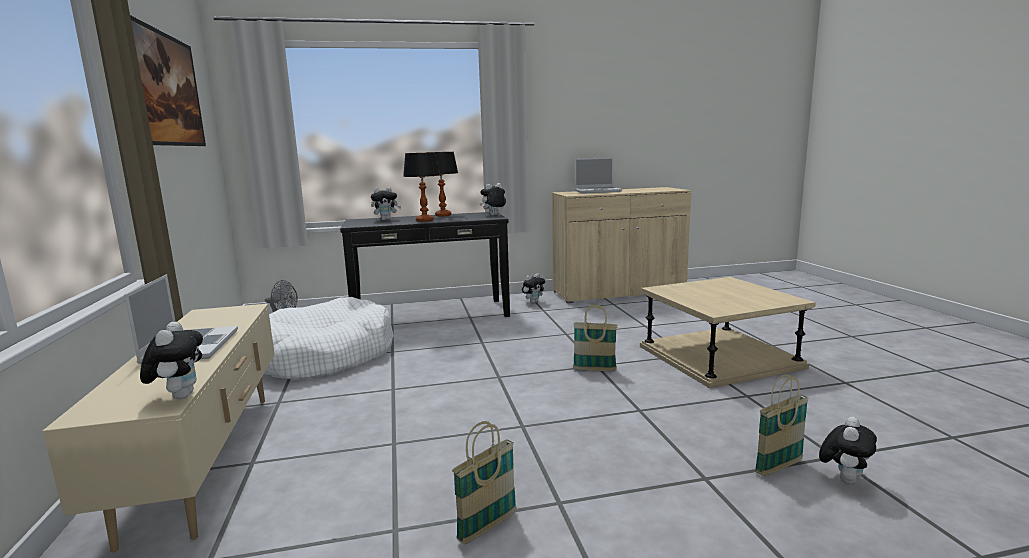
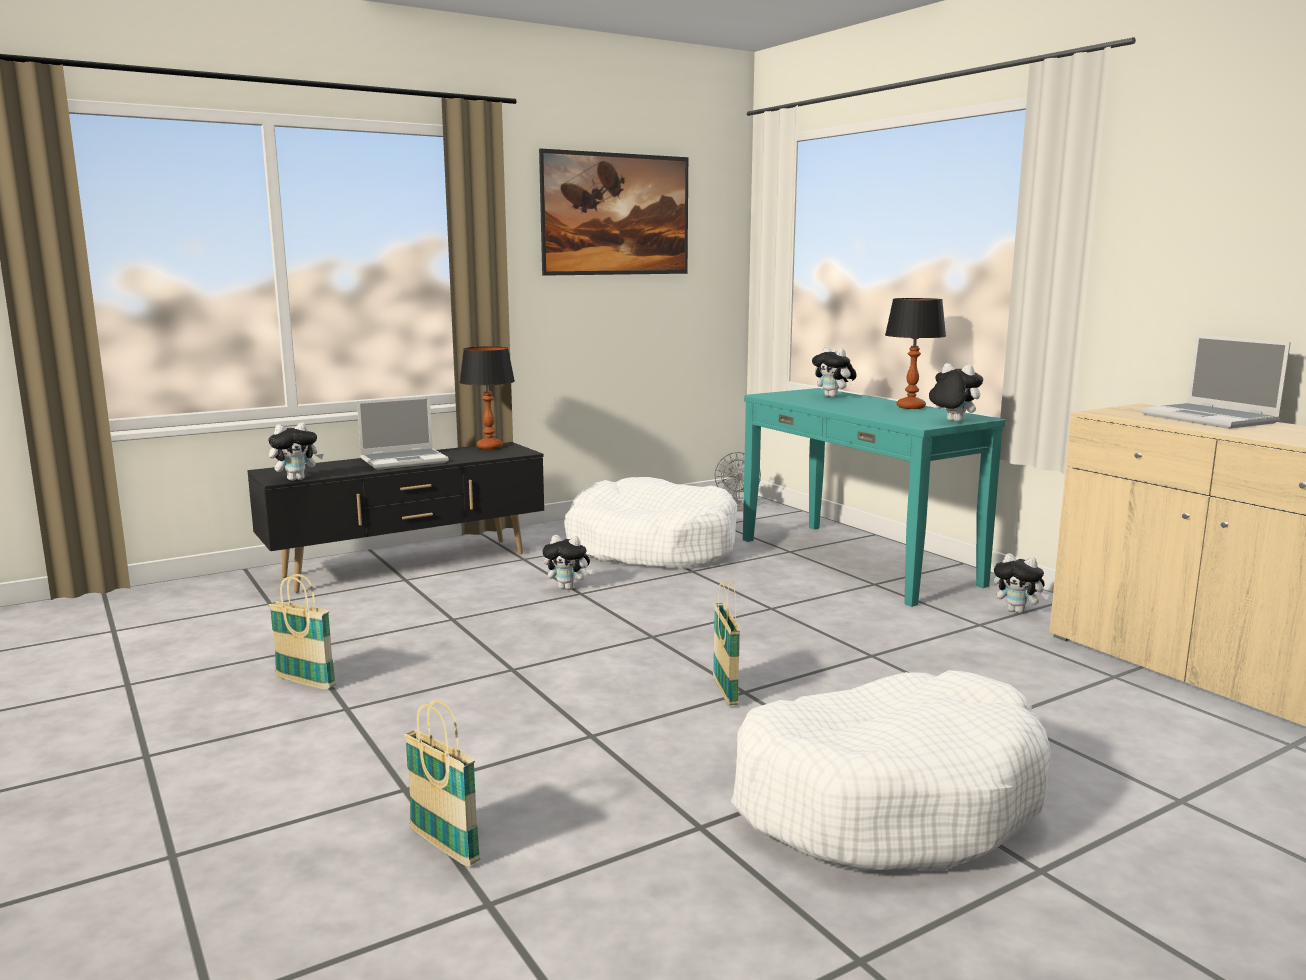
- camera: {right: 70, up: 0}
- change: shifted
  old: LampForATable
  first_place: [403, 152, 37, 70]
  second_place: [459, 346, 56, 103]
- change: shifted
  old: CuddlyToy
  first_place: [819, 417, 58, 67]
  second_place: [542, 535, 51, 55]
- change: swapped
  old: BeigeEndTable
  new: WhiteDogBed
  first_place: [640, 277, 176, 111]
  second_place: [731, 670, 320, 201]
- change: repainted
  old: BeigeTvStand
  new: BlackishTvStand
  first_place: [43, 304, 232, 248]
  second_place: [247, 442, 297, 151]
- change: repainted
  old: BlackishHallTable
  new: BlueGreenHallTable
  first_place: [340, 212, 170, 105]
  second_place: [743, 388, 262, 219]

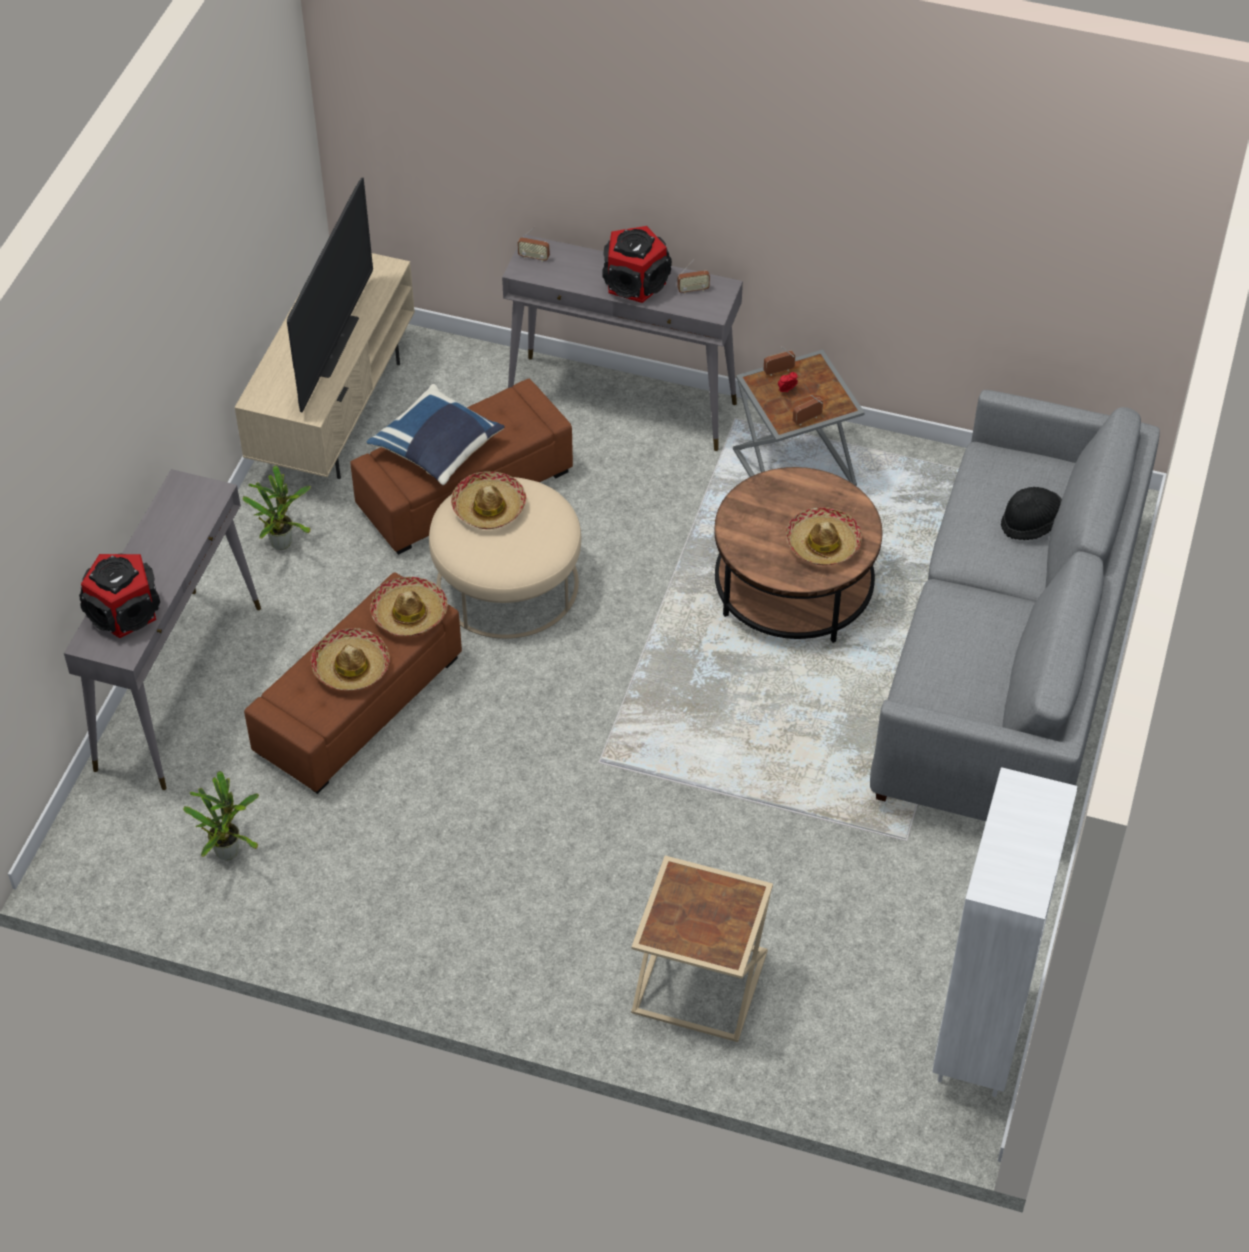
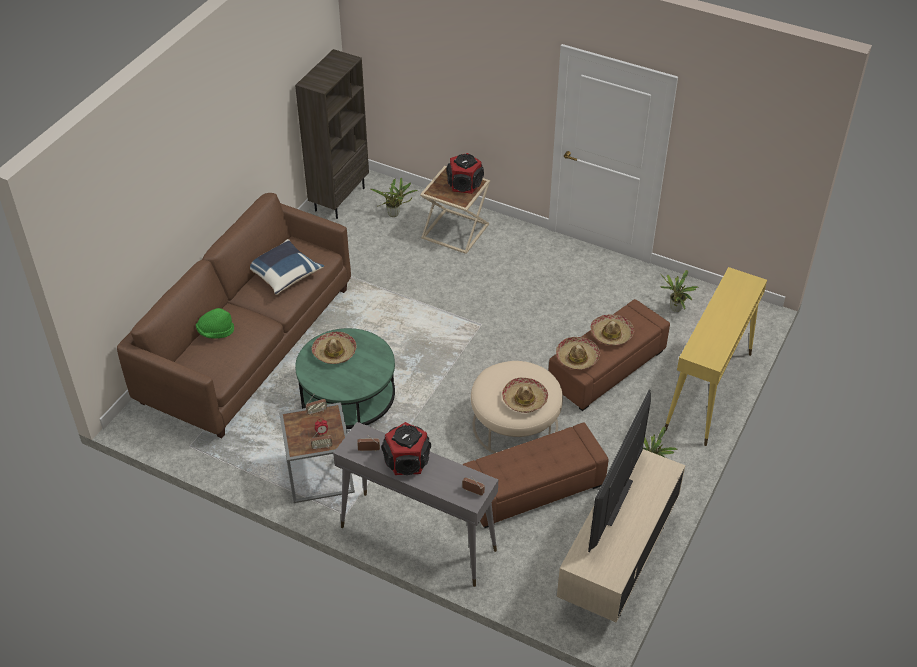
- camera: {right: -170, up: -5}
- change: new
  new: PottedPlant
  second_place: [370, 178, 47, 39]
- change: shifted
  old: Loudspeaker
  first_place: [79, 554, 81, 84]
  second_place: [446, 153, 38, 41]
- change: shifted
  old: BlueCushion
  first_place: [367, 384, 137, 101]
  second_place: [250, 239, 74, 56]
- change: repainted
  old: GreyishHallTable
  new: YellowishHallTable
  first_place: [64, 469, 197, 321]
  second_place: [665, 267, 102, 179]
- change: repainted
  old: BrownColouredCoffeeTable
  new: GreenCoffeeTable
  first_place: [714, 467, 169, 176]
  second_place: [295, 328, 100, 101]
- change: repainted
  old: GreyishSettee
  new: BrownColouredSettee
  first_place: [870, 390, 290, 431]
  second_place: [117, 193, 234, 245]
- change: repainted
  old: WhiteBookcase
  new: BrownColouredBookcase
  first_place: [932, 767, 146, 330]
  second_place: [295, 49, 74, 170]
- change: repainted
  old: BlackishClothingHat
  new: GreenClothingHat
  first_place: [1001, 487, 61, 53]
  second_place: [196, 308, 38, 31]

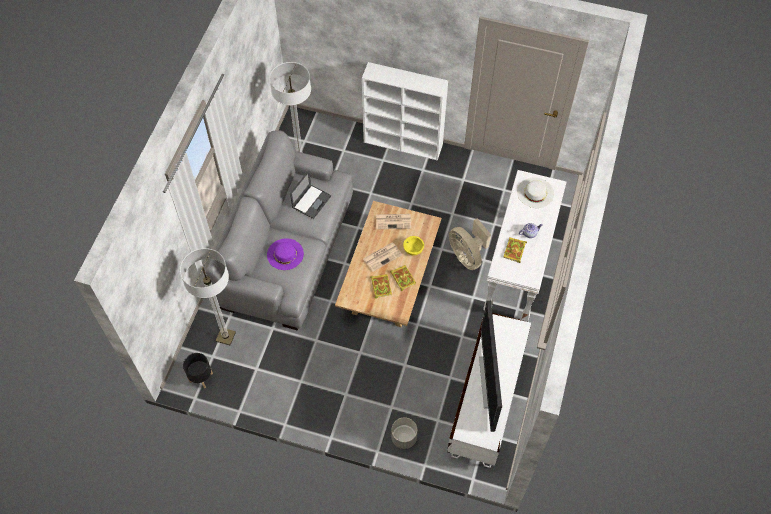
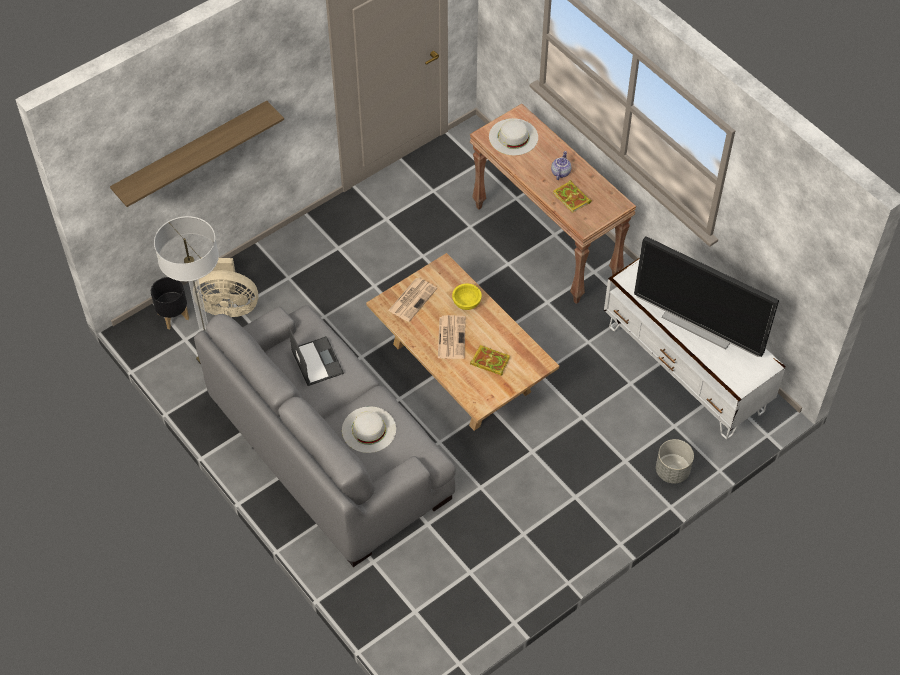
- camera: {right: -55, up: -5}
- change: gone
  old: StandingLamp
  first_place: [180, 248, 56, 97]
- change: gone
  old: WhiteBookcase
  first_place: [362, 62, 86, 99]
- change: gone
  old: Book
  first_place: [390, 265, 26, 26]
- change: new
  new: WallShelf
  second_place: [110, 101, 174, 106]
- change: shifted
  old: BlackishPlantPot
  first_place: [183, 353, 30, 35]
  second_place: [151, 277, 38, 52]
- change: shifted
  old: BeigeFan
  first_place: [449, 218, 42, 52]
  second_place: [198, 257, 60, 60]
- change: repainted
  old: PurpleClothingHat
  new: WhiteClothingHat
  first_place: [267, 238, 37, 32]
  second_place: [342, 406, 54, 47]
- change: repainted
  old: WhiteHallTable
  new: BrownColouredHallTable
  first_place: [483, 170, 83, 152]
  second_place: [470, 104, 166, 200]

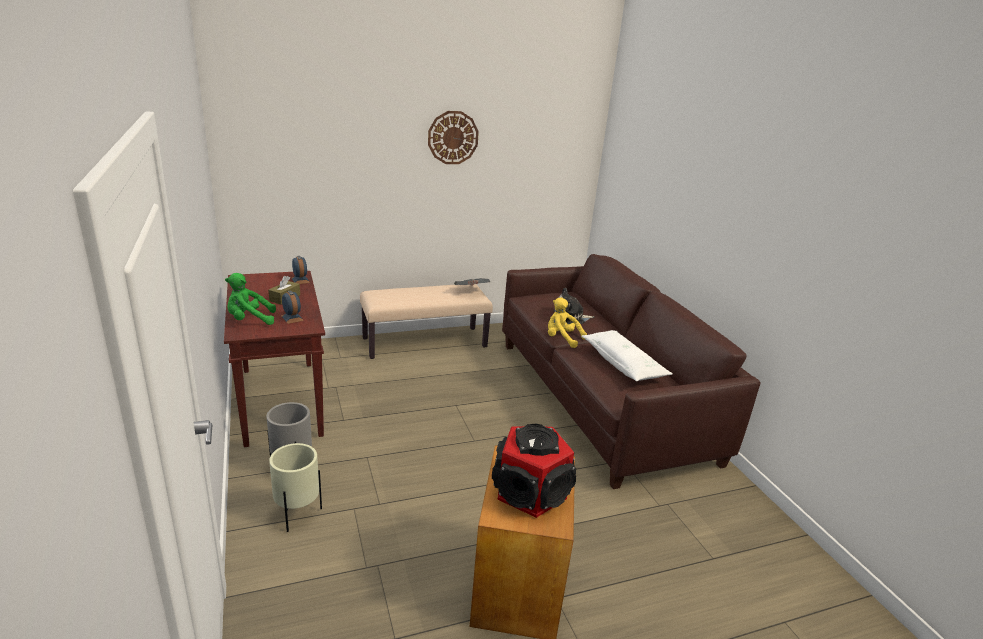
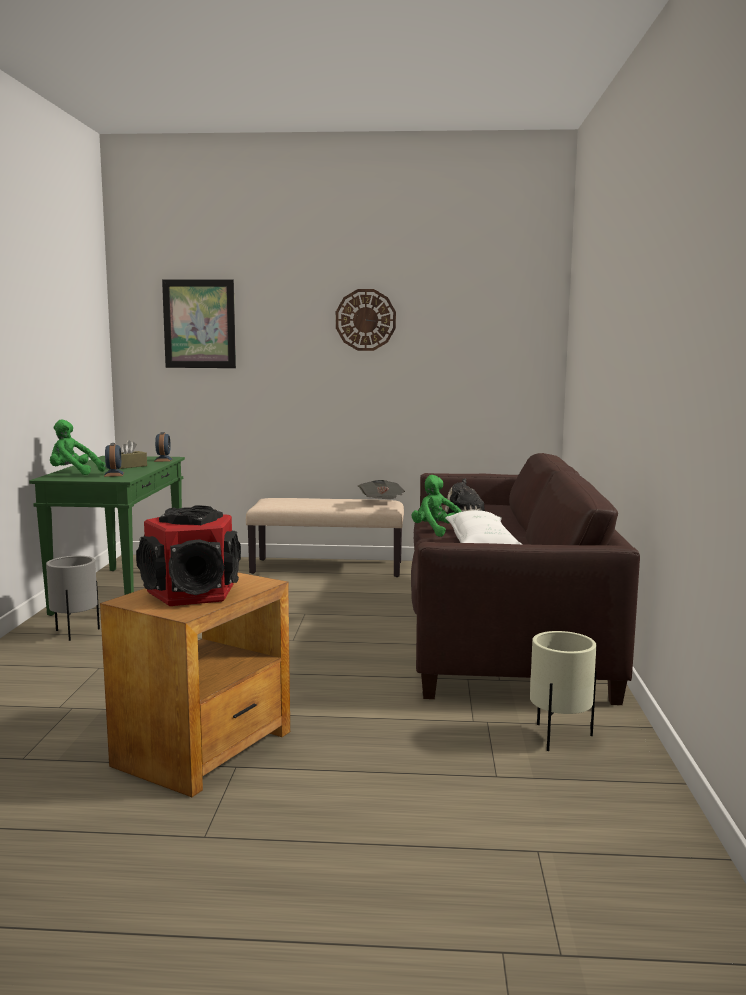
- camera: {right: 25, up: -15}
- change: new
  new: WallPicture
  second_place: [162, 279, 74, 89]
- change: shifted
  old: BeigePlantPot
  first_place: [269, 443, 53, 89]
  second_place: [530, 631, 67, 120]
- change: repainted
  old: BrownColouredHallTable
  new: GreenHallTable
  first_place: [224, 271, 101, 176]
  second_place: [29, 456, 156, 160]
- change: repainted
  old: YellowishCuddlyToy
  new: GreenCuddlyToy
  first_place: [548, 298, 39, 50]
  second_place: [412, 475, 50, 62]

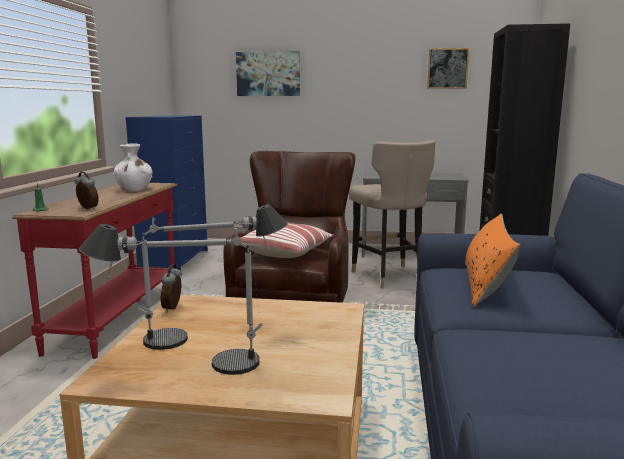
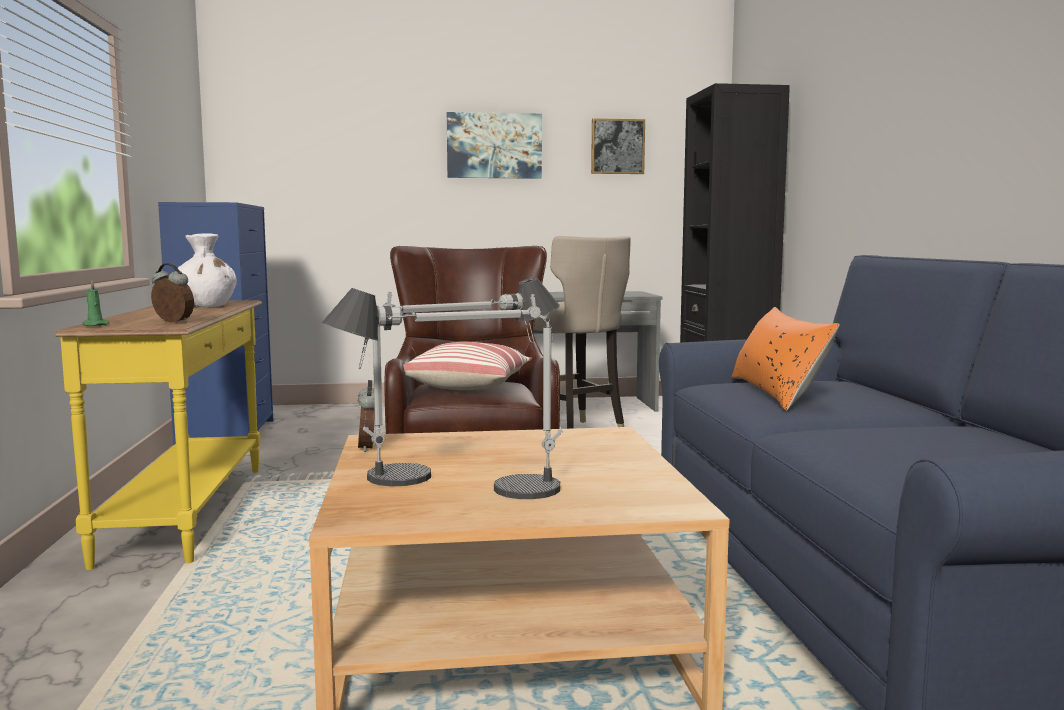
- camera: {right: -15, up: -5}
- change: shifted
  old: WallPicture
  first_place: [236, 51, 64, 45]
  second_place: [447, 112, 95, 67]
- change: repainted
  old: RedHallTable
  new: YellowishHallTable
  first_place: [12, 183, 166, 176]
  second_place: [55, 300, 207, 270]

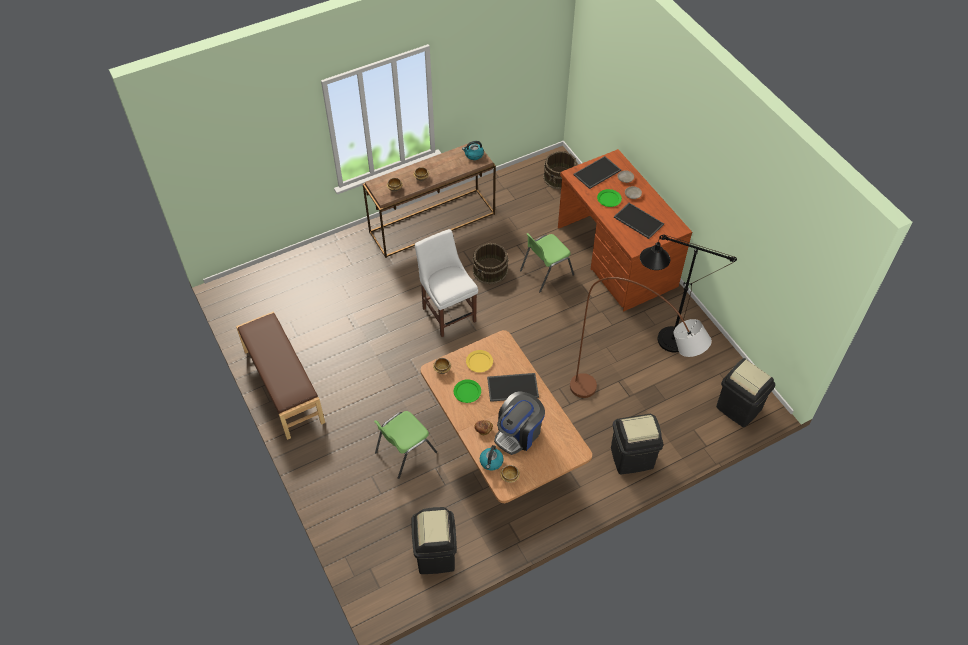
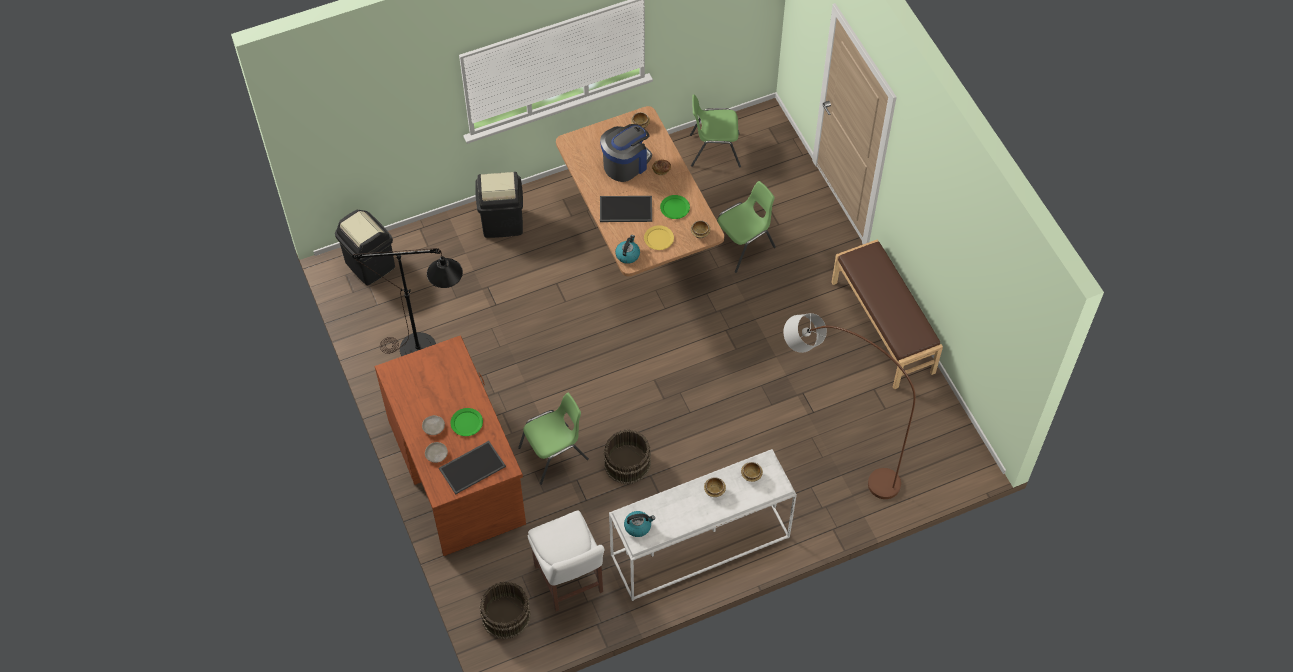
- camera: {right: -175, up: 5}
- change: gone
  old: CarryingTray
  first_place: [614, 203, 50, 36]
- change: shifted
  old: WhitePlainChair
  first_place: [415, 229, 63, 108]
  second_place: [528, 510, 76, 102]
- change: shifted
  old: WaterKettle
  first_place: [480, 445, 24, 26]
  second_place: [615, 235, 25, 29]
- change: shifted
  old: BrownColouredStandingLamp
  first_place: [570, 277, 142, 121]
  second_place: [783, 313, 132, 186]
- change: swapped
  old: BlackishRubbishBin
  new: GreenPlainChair
  first_place: [412, 507, 45, 67]
  second_place: [690, 95, 51, 73]
- change: repainted
  old: BrownColouredHallTable
  new: WhiteHallTable
  first_place: [363, 143, 133, 115]
  second_place: [609, 449, 188, 152]

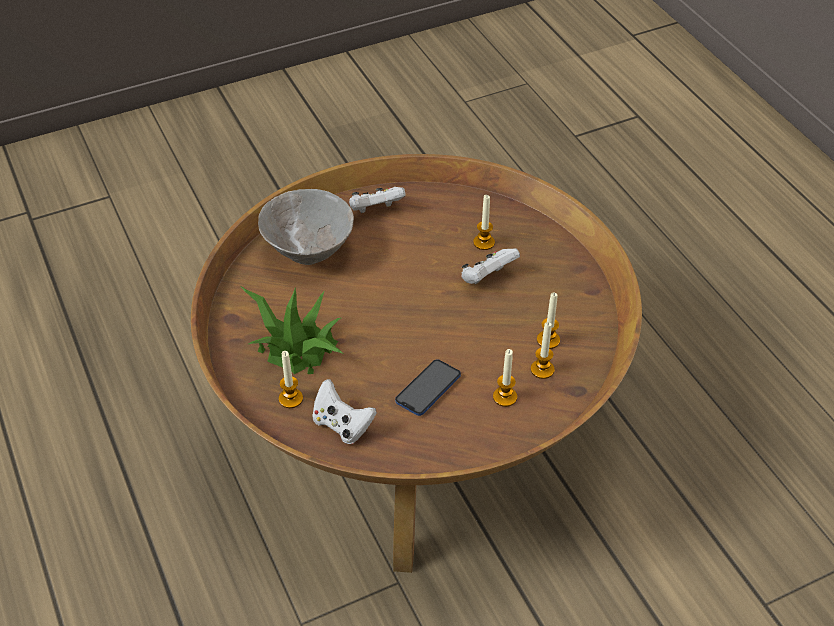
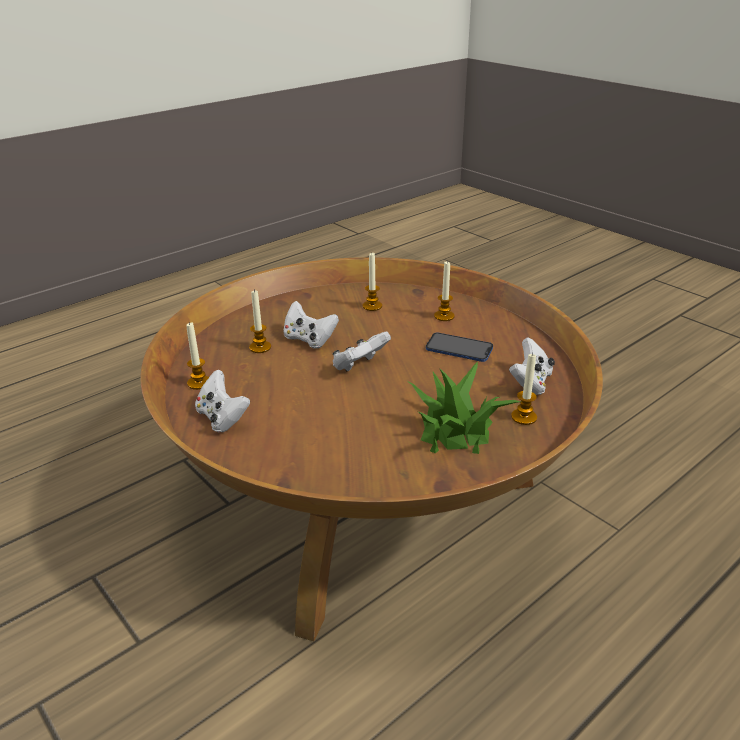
- camera: {right: -105, up: -15}
- change: gone
  old: GreyishDeepDish
  first_place: [258, 189, 96, 76]
- change: new
  new: WhiteGameController
  second_place: [333, 331, 58, 40]
- change: shifted
  old: WaxLight
  first_place: [531, 322, 24, 57]
  second_place: [186, 322, 23, 68]

